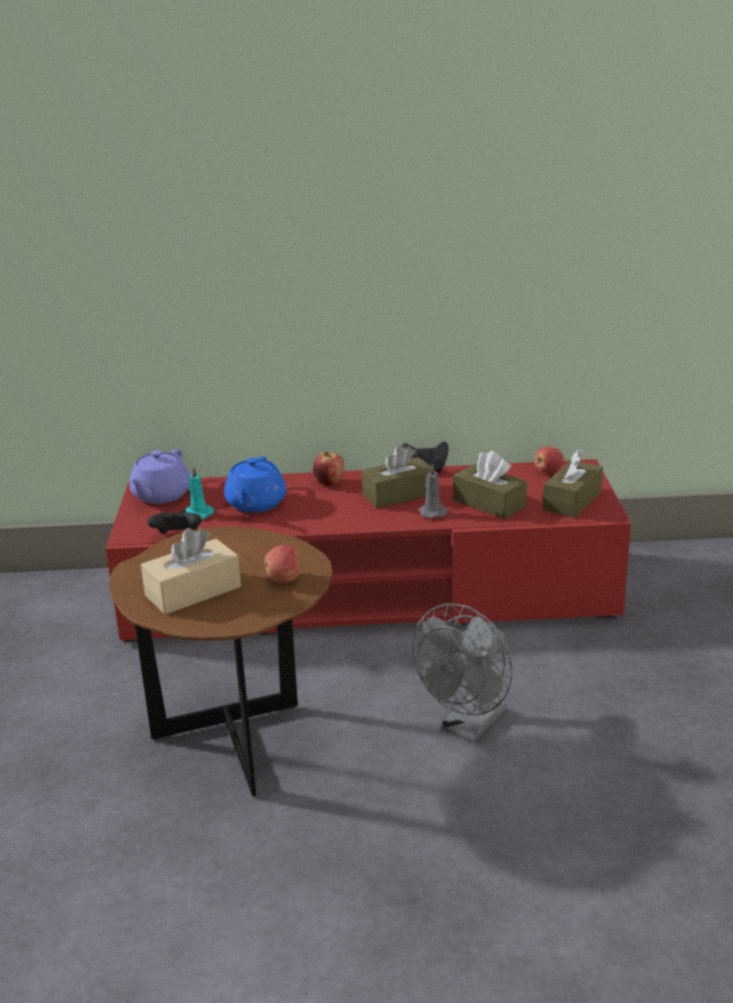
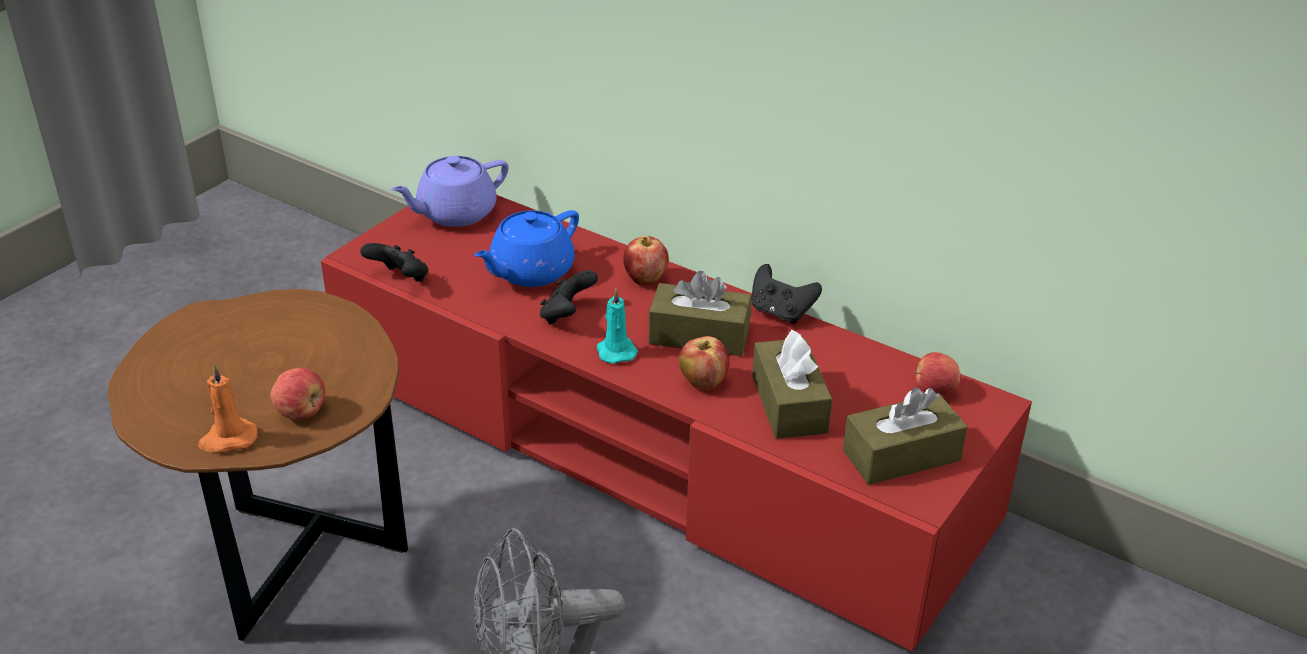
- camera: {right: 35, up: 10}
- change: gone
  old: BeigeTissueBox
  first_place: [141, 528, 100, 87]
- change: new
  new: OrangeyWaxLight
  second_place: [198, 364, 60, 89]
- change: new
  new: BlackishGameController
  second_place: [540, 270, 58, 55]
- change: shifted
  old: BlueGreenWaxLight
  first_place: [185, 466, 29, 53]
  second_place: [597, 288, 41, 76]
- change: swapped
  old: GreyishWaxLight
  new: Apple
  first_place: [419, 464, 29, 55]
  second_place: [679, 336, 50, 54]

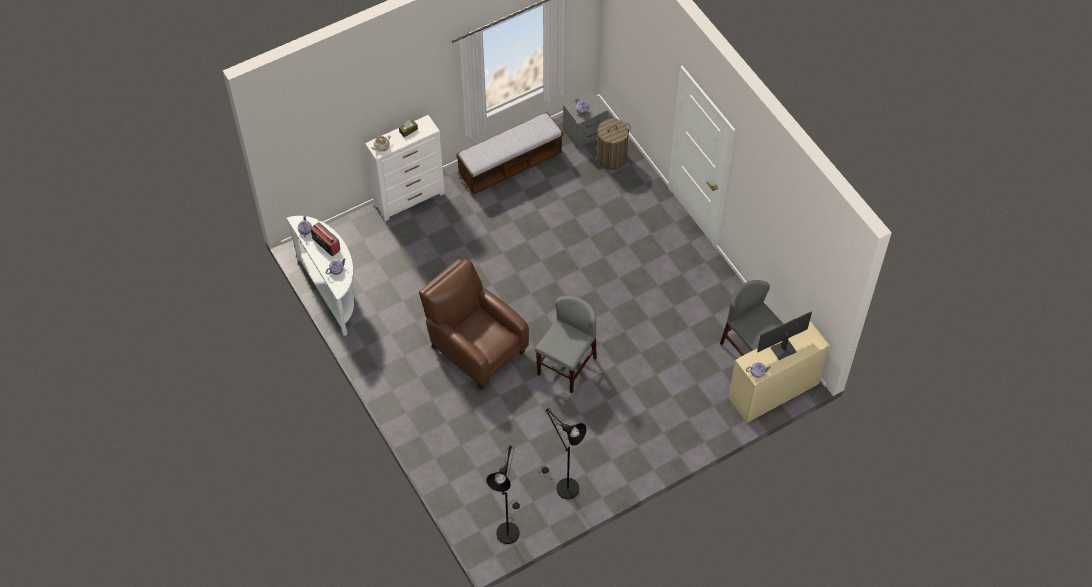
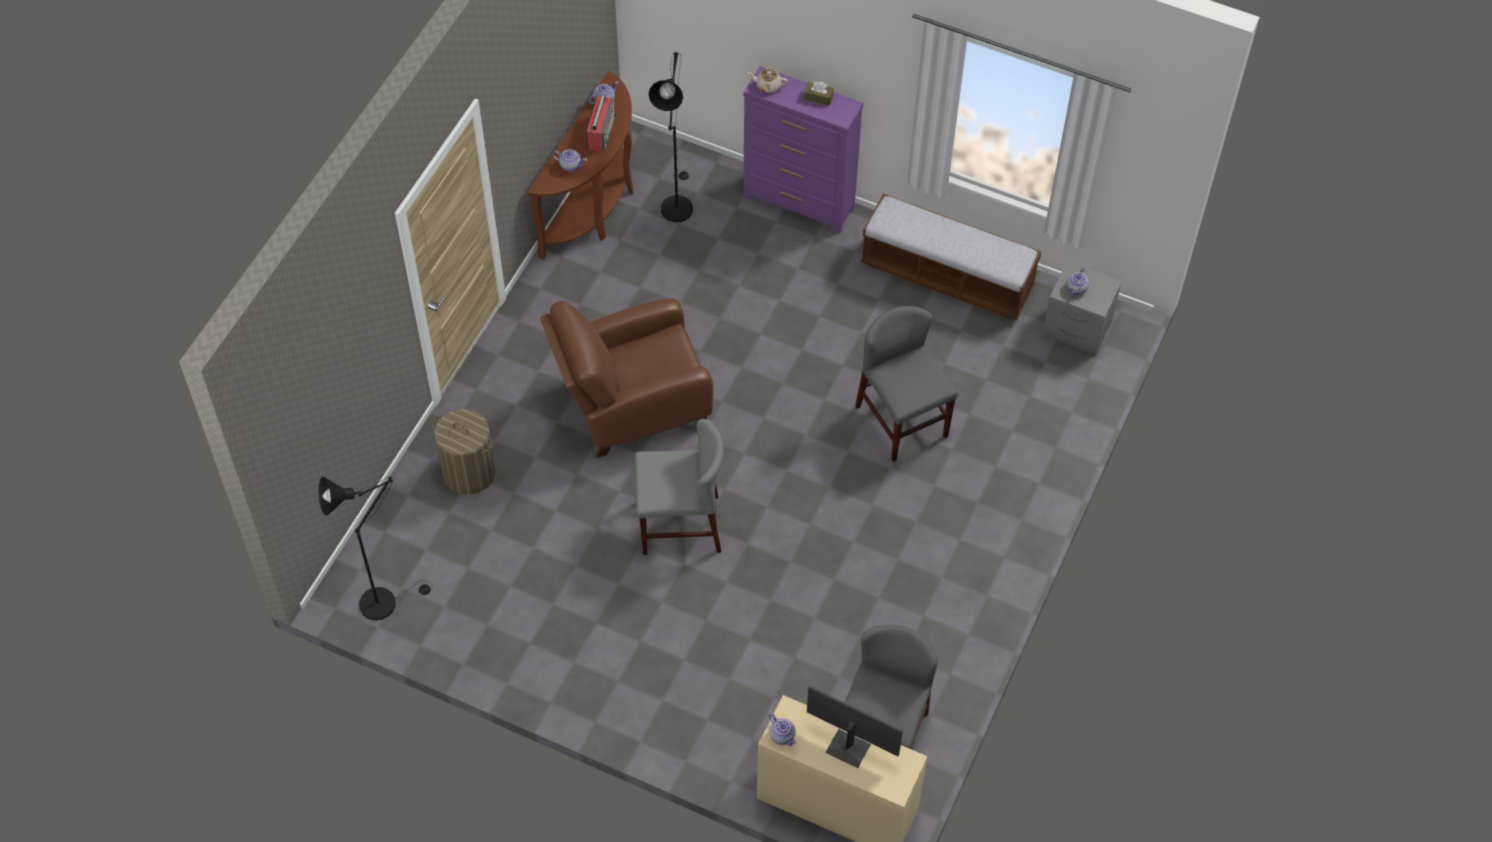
- camera: {right: 55, up: 0}
- change: new
  new: GreyishPlainChair
  second_place: [855, 306, 103, 156]
- change: shifted
  old: BlackishStandingLamp
  first_place: [538, 408, 48, 91]
  second_place: [649, 52, 44, 170]
- change: shifted
  old: Hamper
  first_place: [595, 119, 36, 51]
  second_place: [432, 409, 63, 86]
- change: repainted
  old: WhiteHallTable
  new: BrownColouredHallTable
  first_place: [287, 216, 72, 120]
  second_place: [528, 71, 106, 189]
- change: repainted
  old: WhiteChestOfDrawers
  new: PurpleChestOfDrawers
  first_place: [365, 115, 80, 106]
  second_place: [743, 66, 120, 167]
- change: rotated
  old: BrownColouredLoungeChair
  first_place: [419, 258, 110, 132]
  second_place: [540, 298, 173, 160]
  degrees: -120

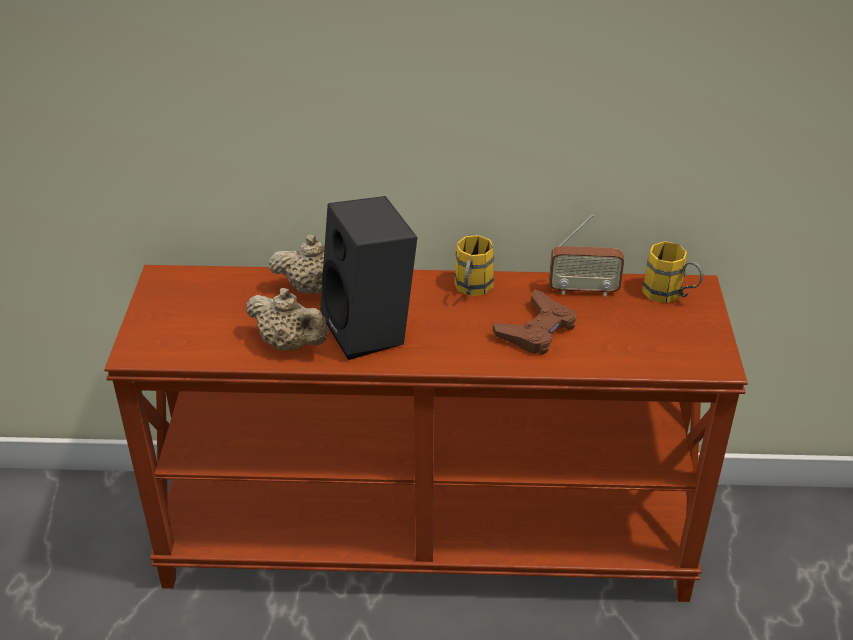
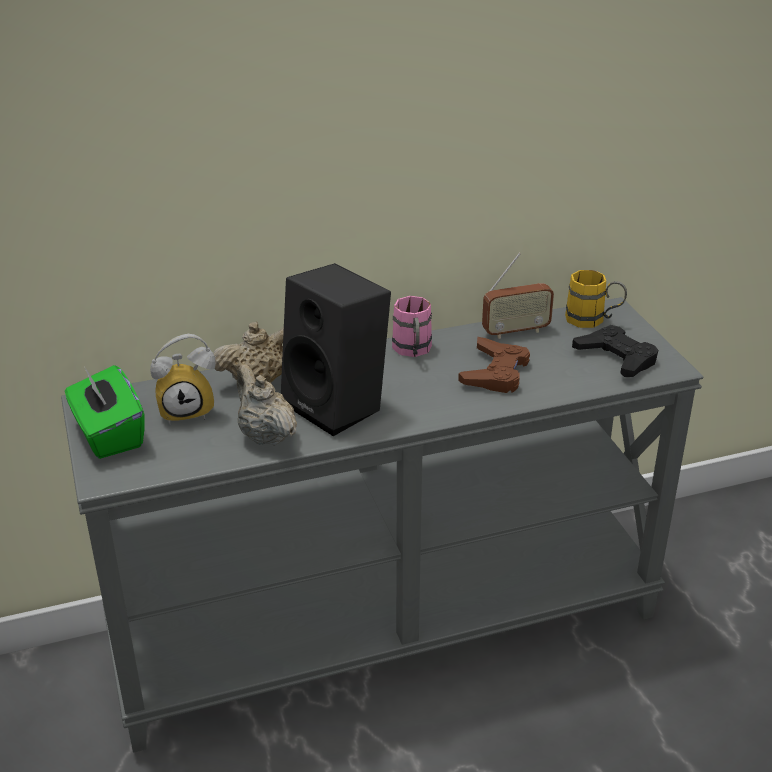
- camera: {right: -20, up: -5}
- change: new
  new: GreenTissueBox
  second_place: [65, 365, 79, 94]
- change: new
  new: TableClock
  second_place: [150, 334, 66, 91]
- change: new
  new: BlackishGameController
  second_place: [572, 325, 86, 52]
- change: repainted
  old: BrownColouredHallTable
  new: GreyishHallTable
  first_place: [104, 265, 644, 337]
  second_place: [61, 297, 643, 456]
- change: repainted
  old: YellowishMug
  new: PinkColouredMug
  first_place: [454, 235, 40, 61]
  second_place: [392, 296, 40, 61]
- change: rotated
  old: BeigePotForTea
  first_place: [246, 288, 82, 63]
  second_place: [237, 364, 60, 82]
  degrees: -135

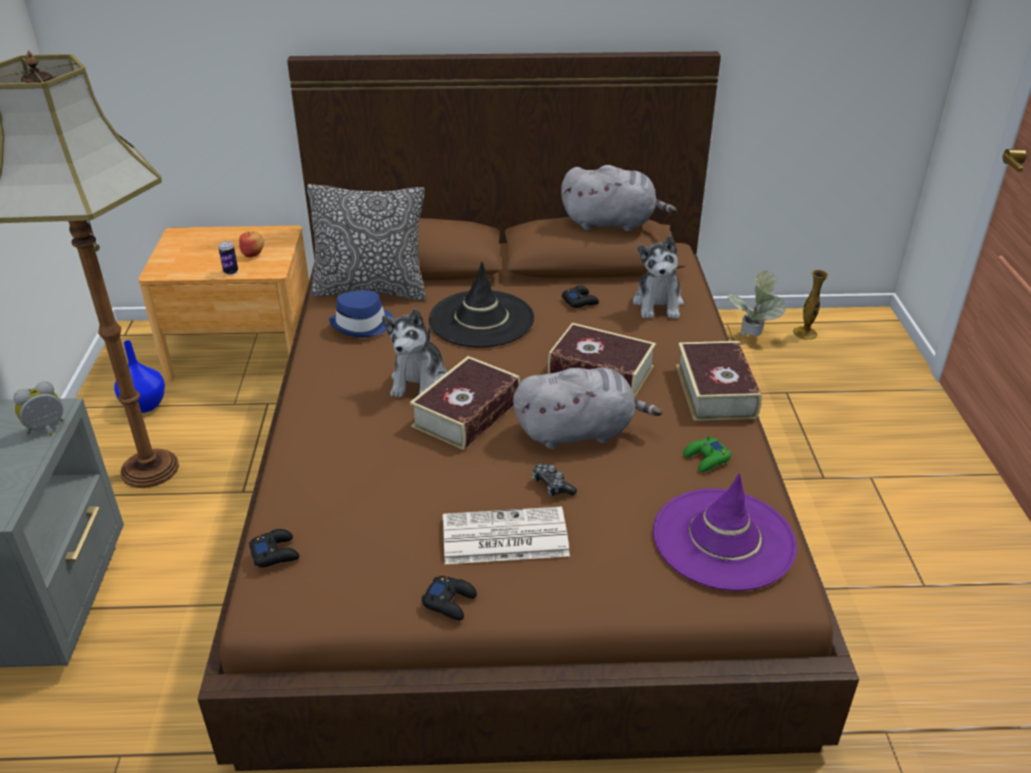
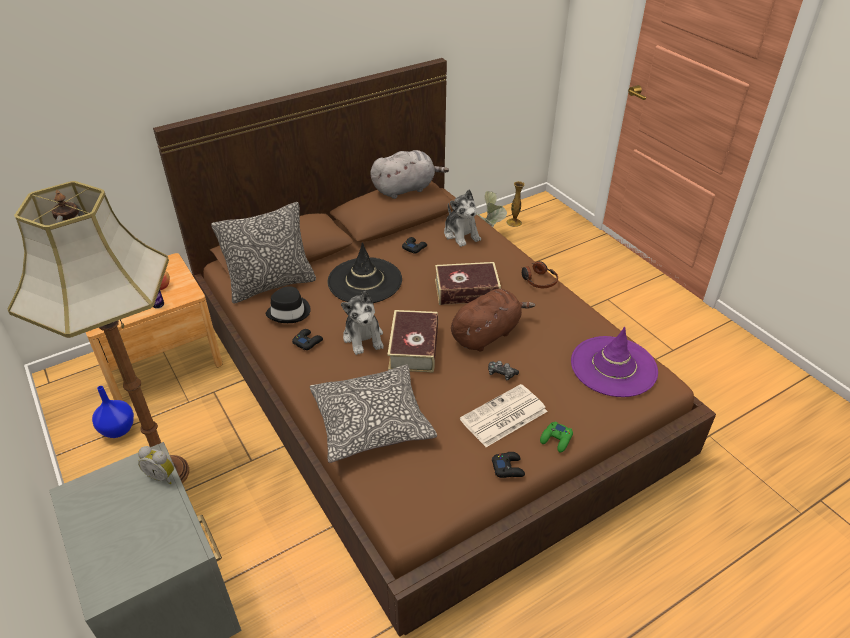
- camera: {right: -30, up: 5}
- change: new
  new: Cushion
  second_place: [310, 364, 127, 99]
- change: shifted
  old: BlackishGameController
  first_place: [249, 529, 50, 38]
  second_place: [292, 329, 31, 21]
- change: shifted
  old: GreenGameController
  first_place: [683, 435, 49, 37]
  second_place: [540, 421, 33, 32]
- change: swapped
  old: Book
  new: Headset
  first_place: [676, 341, 85, 80]
  second_place: [522, 261, 36, 27]
- change: repainted
  old: BlueClothingHat
  new: BlackishClothingHat
  first_place: [329, 290, 65, 48]
  second_place: [265, 286, 46, 37]
- change: repainted
  old: GreyishCuddlyToy
  new: BrownColouredCuddlyToy
  first_place: [513, 368, 149, 82]
  second_place: [451, 289, 84, 63]
- change: rotated
  old: TableClock
  first_place: [13, 381, 50, 55]
  second_place: [138, 446, 36, 38]
  degrees: -90

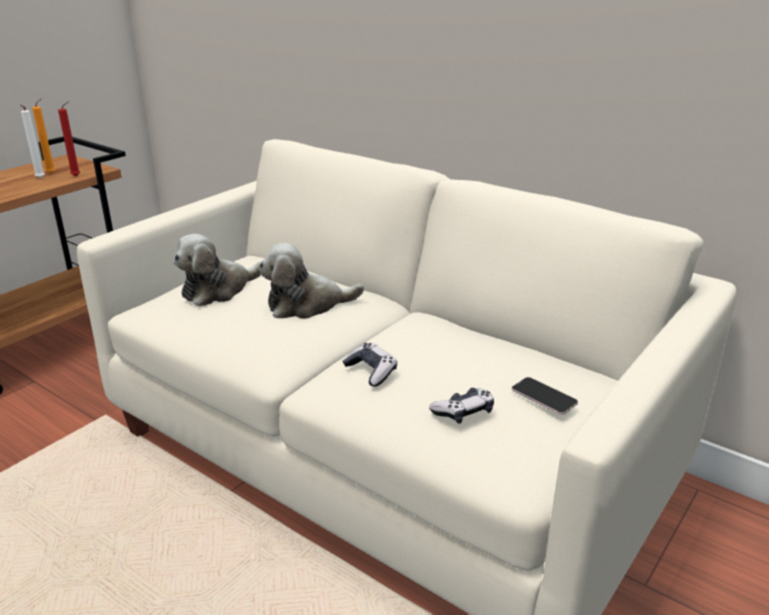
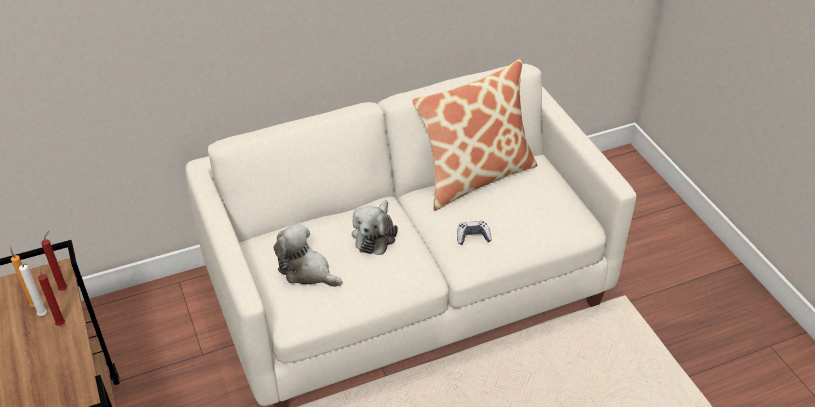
- camera: {right: -60, up: 15}
- change: gone
  old: GameController
  first_place: [429, 388, 65, 36]
- change: gone
  old: Phone
  first_place: [512, 377, 66, 38]
- change: new
  new: RedWaxLight
  second_place: [38, 265, 27, 61]
- change: new
  new: Cushion
  second_place: [412, 59, 125, 152]
- change: rotated
  old: CuddlyToy
  first_place: [173, 234, 88, 73]
  second_place: [274, 224, 68, 63]
  degrees: 135

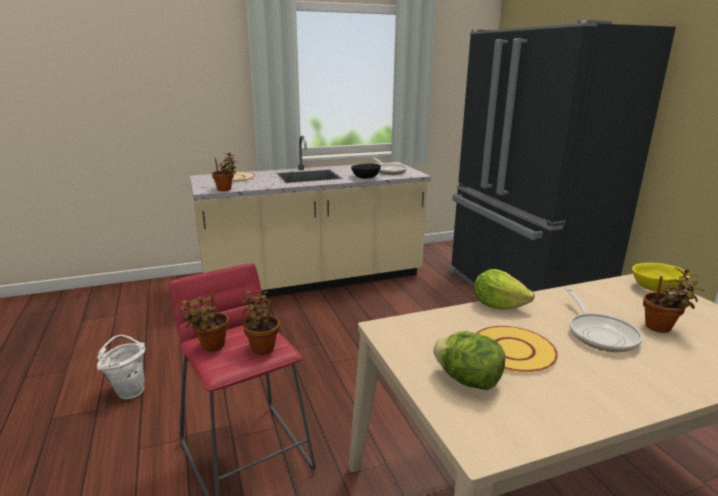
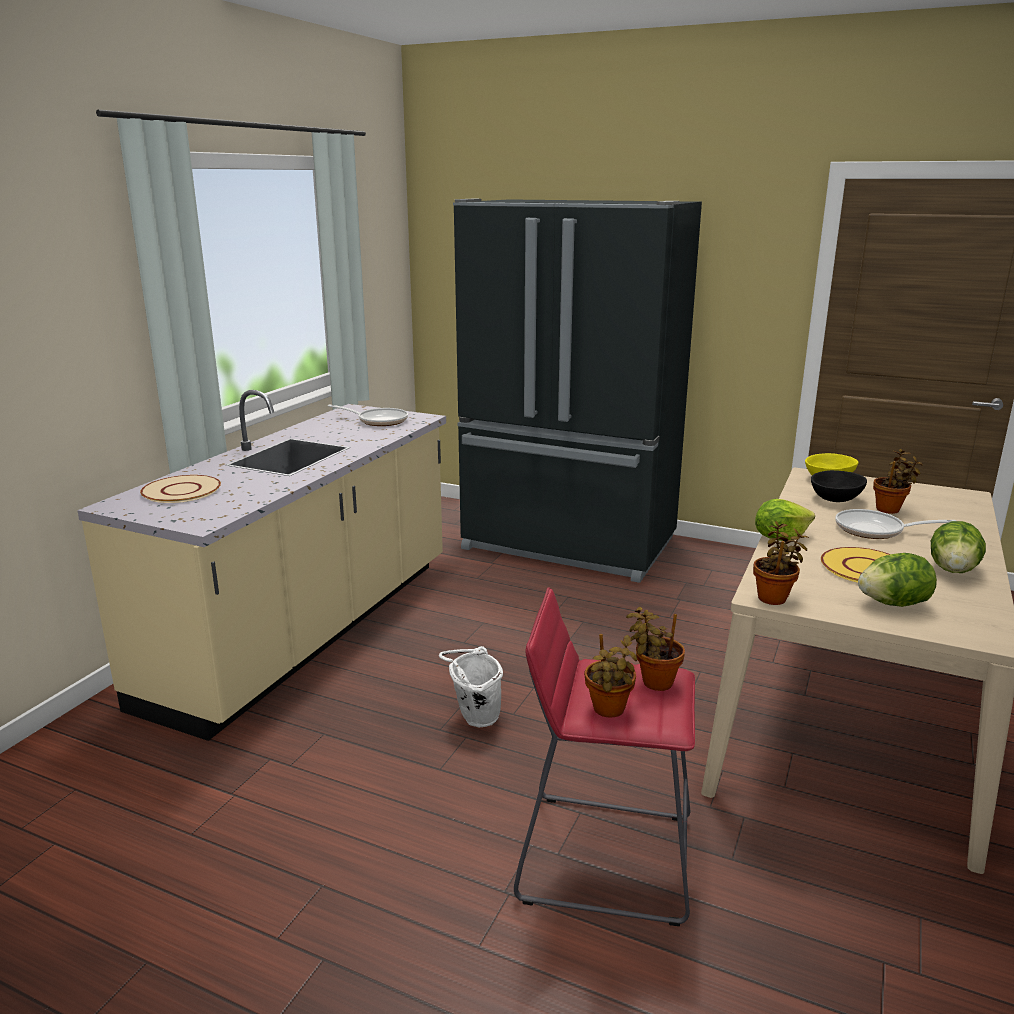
- camera: {right: -45, up: 0}
- change: new
  new: LettuceHead
  second_place: [931, 521, 55, 52]
- change: shifted
  old: WhitePail
  first_place: [97, 335, 48, 64]
  second_place: [439, 646, 64, 81]
- change: shifted
  old: PottedPlant
  first_place: [212, 152, 25, 39]
  second_place: [753, 521, 56, 84]
- change: shifted
  old: BlackishDeepDish
  first_place: [351, 164, 30, 15]
  second_place: [811, 470, 56, 32]
- change: rotated
  old: Skillet
  first_place: [565, 288, 78, 64]
  second_place: [835, 509, 121, 30]
  degrees: 150

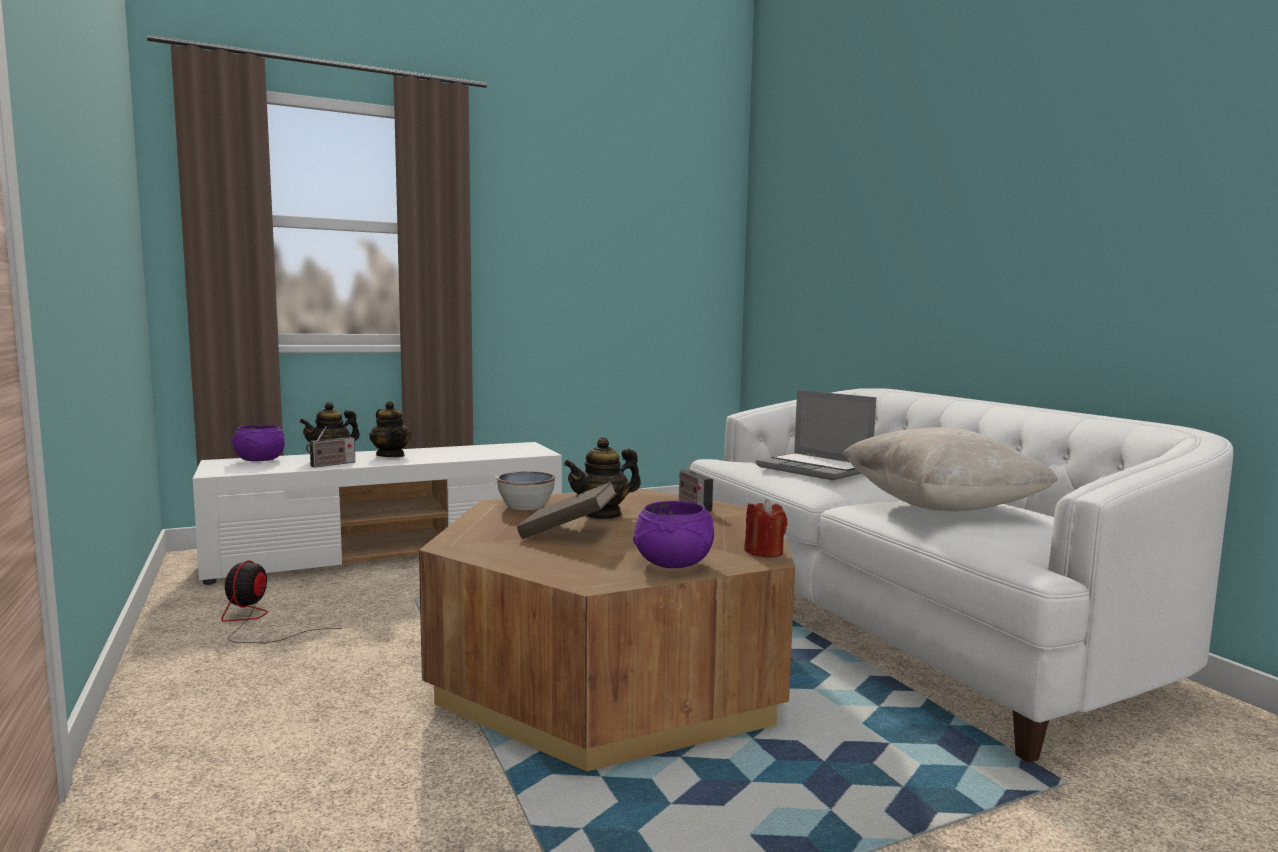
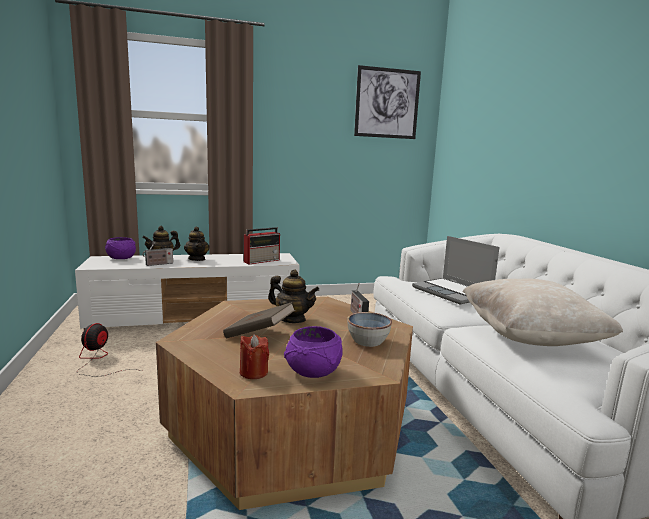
- camera: {right: 10, up: 5}
- change: new
  new: RadioReceiver
  second_place: [243, 227, 37, 37]
- change: new
  new: WallPicture
  second_place: [354, 65, 67, 74]
- change: shifted
  old: DeepDish
  first_place: [497, 471, 58, 39]
  second_place: [347, 312, 45, 35]
- change: shifted
  old: RedWaxLight
  first_place: [744, 499, 43, 59]
  second_place: [240, 334, 29, 45]
- change: rotated
  old: PotForTea
  first_place: [564, 437, 77, 82]
  second_place: [268, 270, 51, 53]
  degrees: -135

